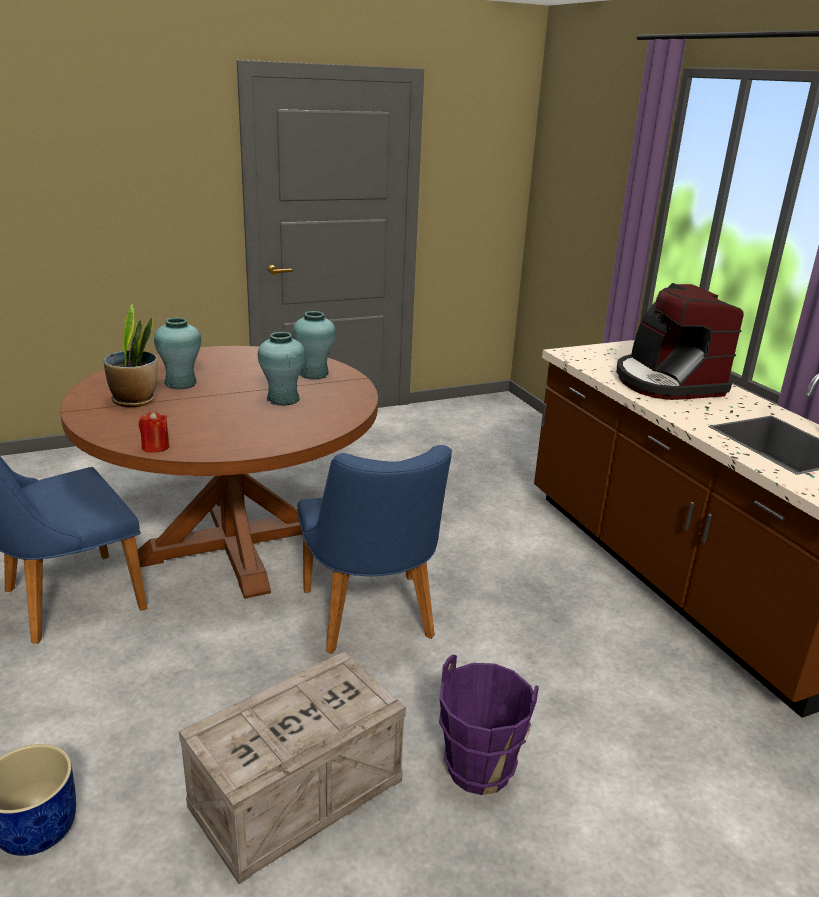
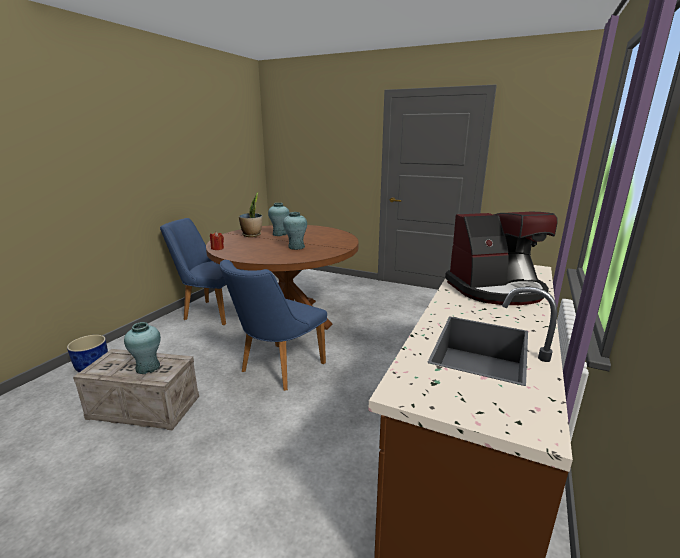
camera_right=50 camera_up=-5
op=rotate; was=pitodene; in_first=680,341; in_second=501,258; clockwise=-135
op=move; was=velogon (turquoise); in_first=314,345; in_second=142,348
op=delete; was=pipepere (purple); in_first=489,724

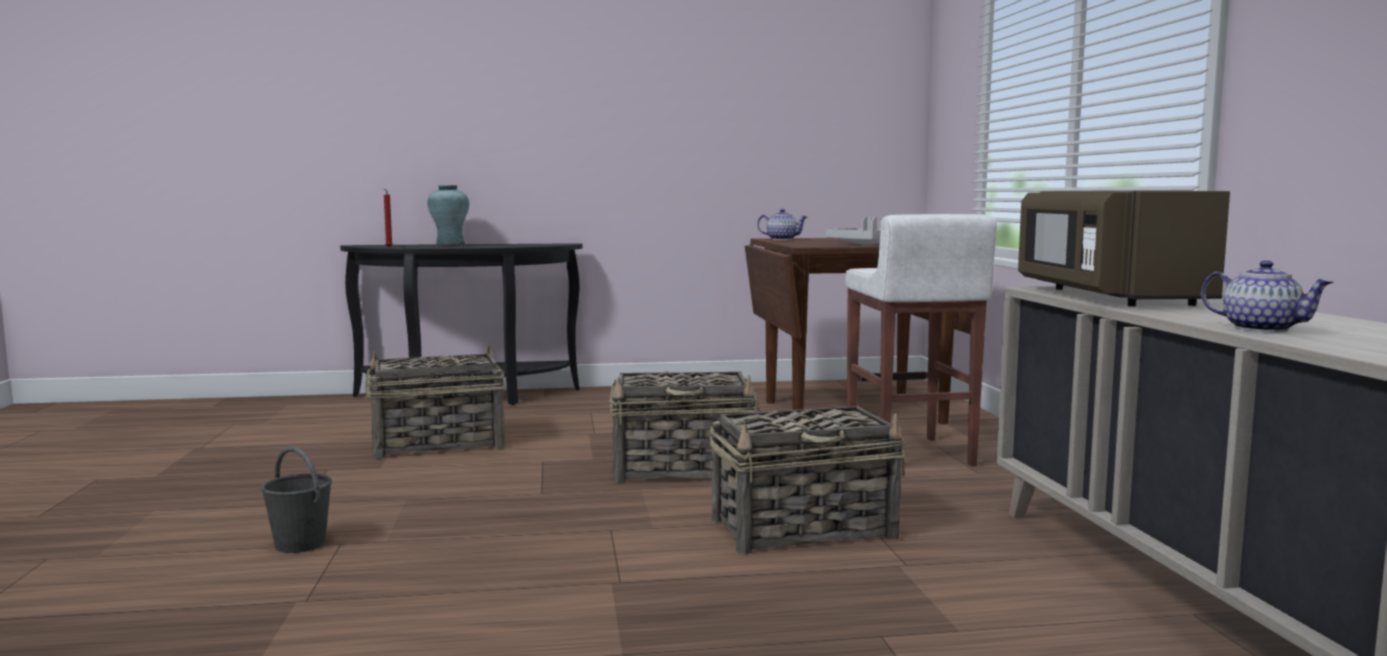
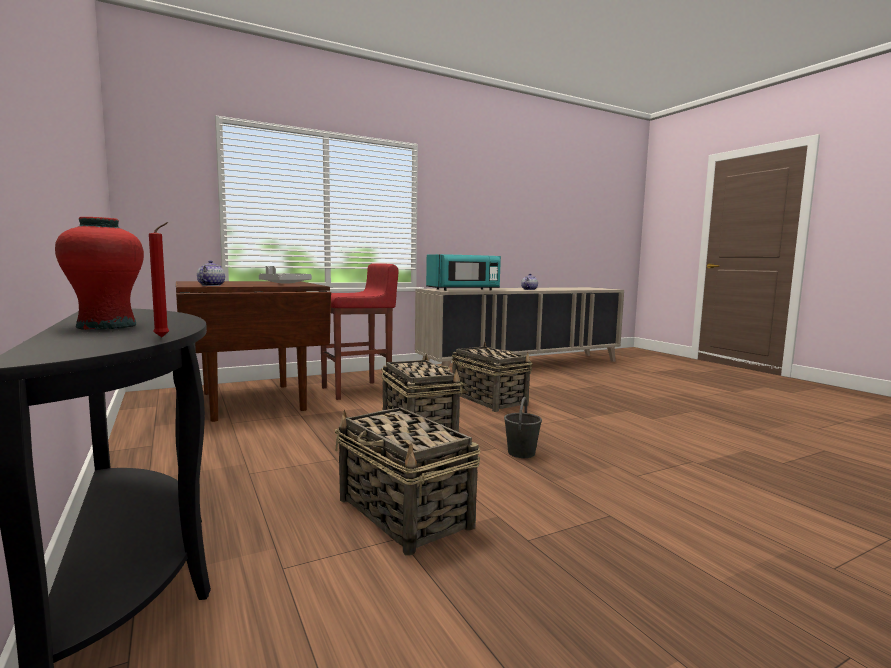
camera_right=-110 camera_up=0
op=recolor; was=velogon (turquoise); now=velogon (red); in_first=448,215; in_second=99,273
op=recolor; was=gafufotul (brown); now=gafufotul (turquoise); in_first=1124,248; in_second=463,272
op=recolor; was=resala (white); now=resala (red); in_first=921,340; in_second=359,331
op=move; was=pipepere (grey); in_first=296,499; in_second=523,427

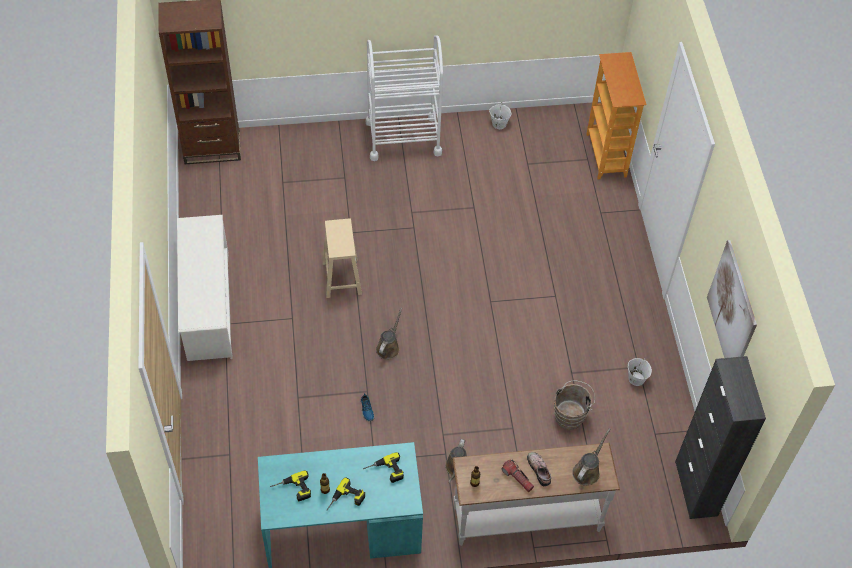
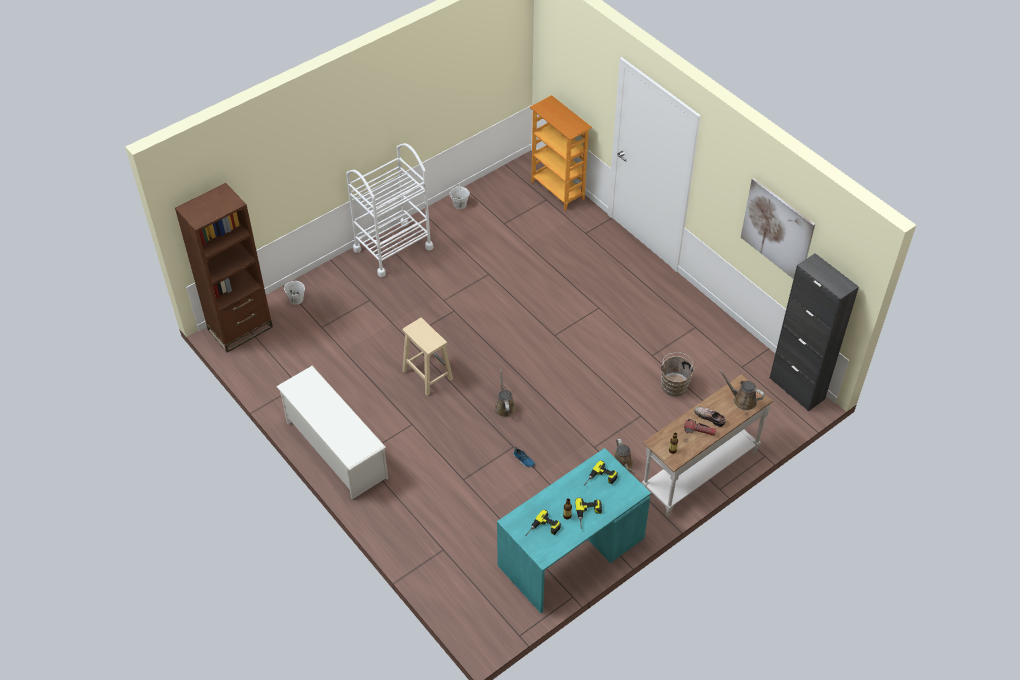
camera_right=-30 camera_up=-5
op=move; was=pipepere (white); in_first=640,372; in_second=294,291
op=rotate; was=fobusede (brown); in_first=591,457; in_second=742,390; clockwise=-60

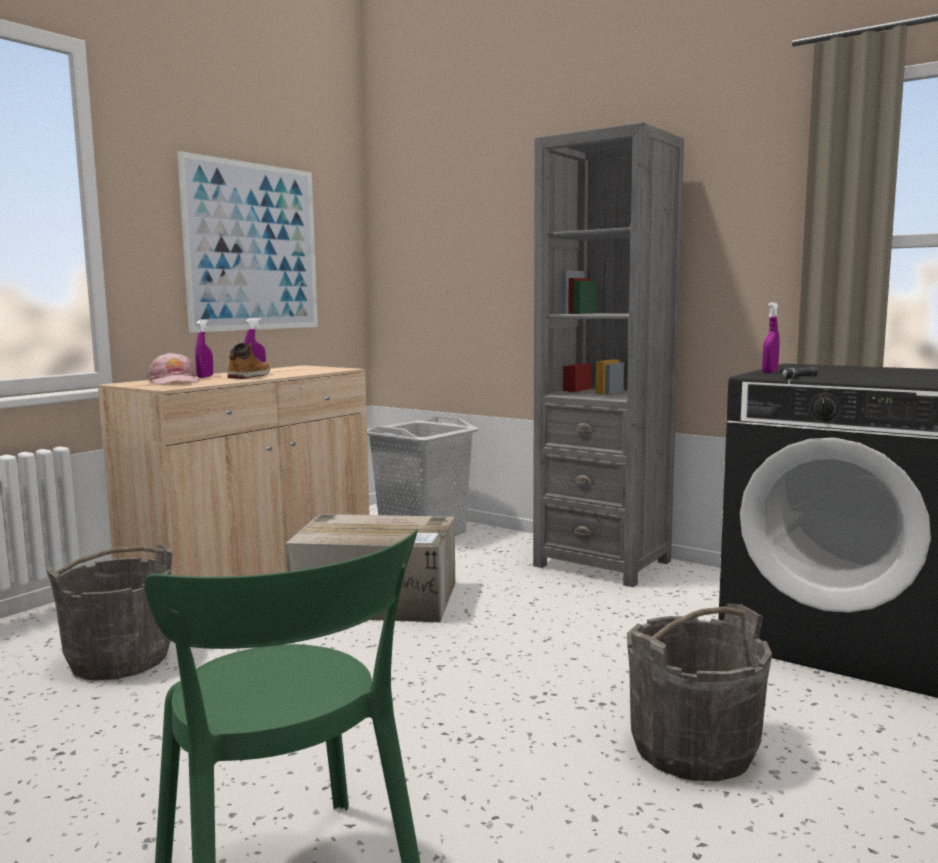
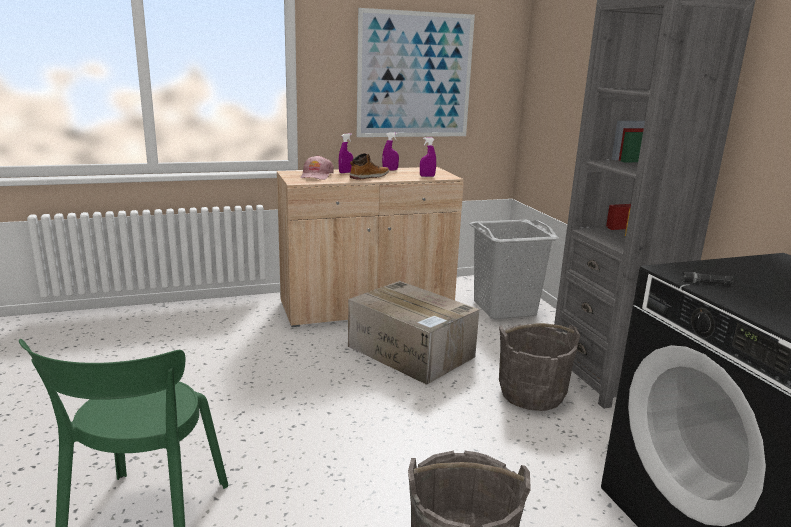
camera_right=35 camera_up=10
op=move; was=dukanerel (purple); in_first=770,337; in_second=428,157
op=move; was=pipepere (grey); in_first=109,612; in_second=539,367

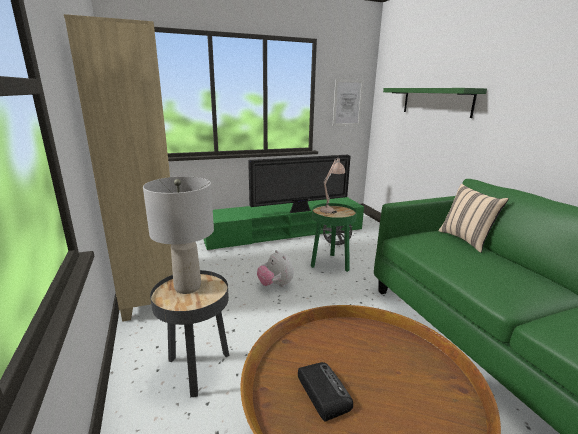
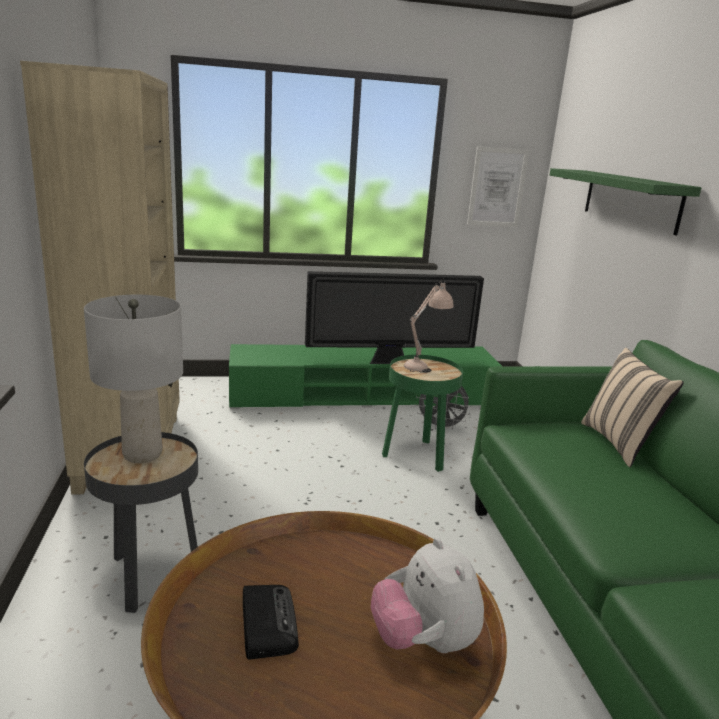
camera_right=10 camera_up=0
op=move; was=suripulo; in_first=275,268; in_second=427,595

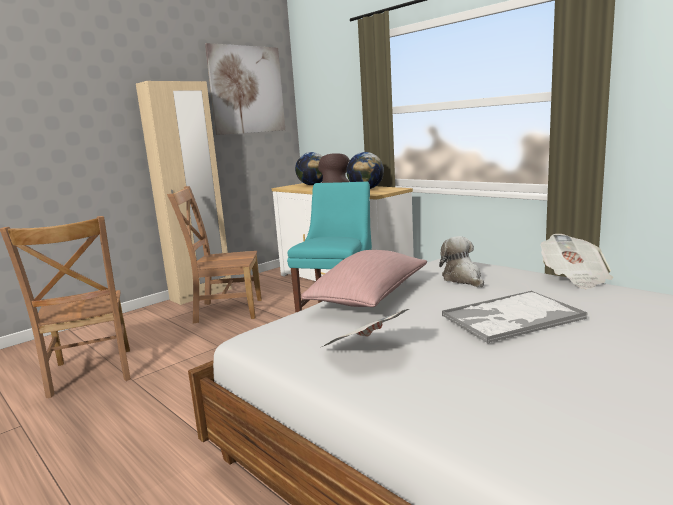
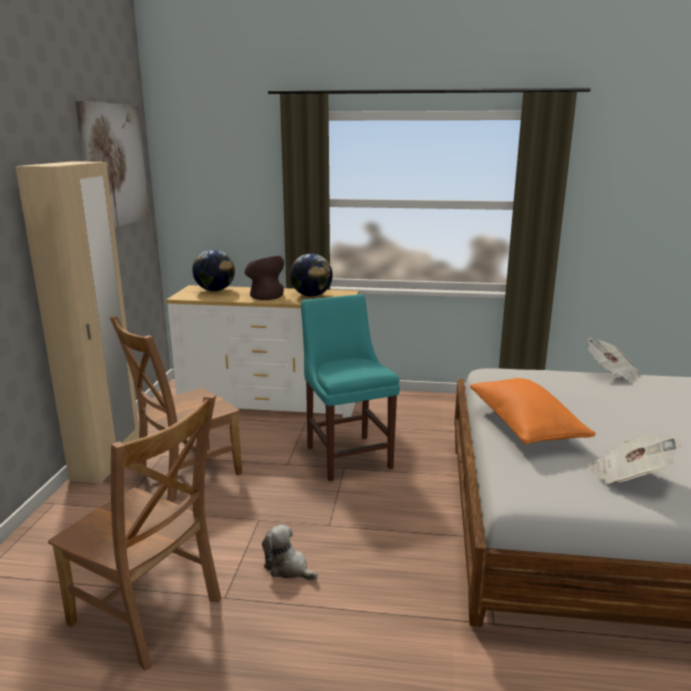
camera_right=-40 camera_up=5
op=move; was=suripulo; in_first=461,261; in_second=290,552
op=recolor; was=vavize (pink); now=vavize (orange); in_first=364,278; in_second=533,411
op=delete; was=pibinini; in_first=515,317

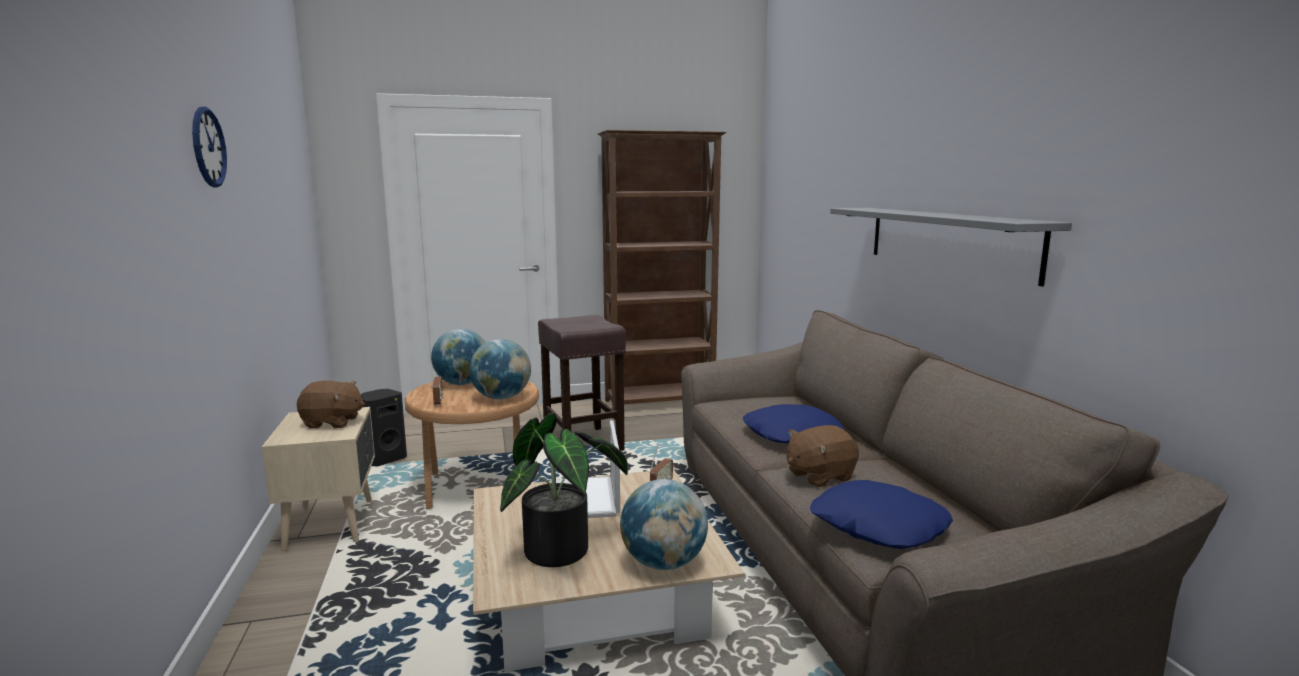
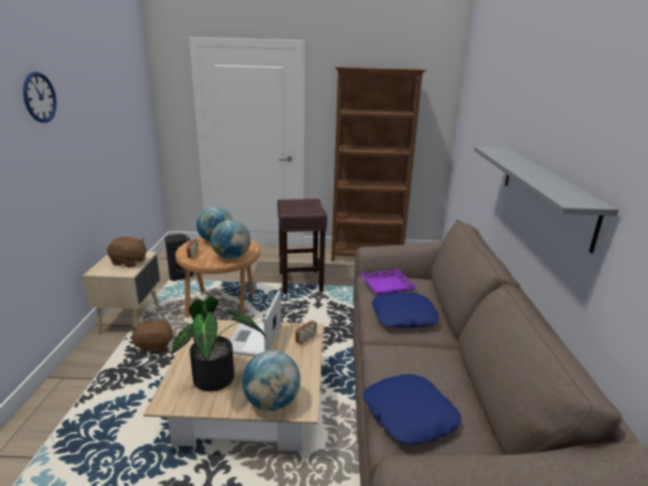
camera_right=15 camera_up=10
op=move; was=suripulo (brown); in_first=823,456; in_second=151,337
op=insert; now=pibinini (purple); in_second=388,282

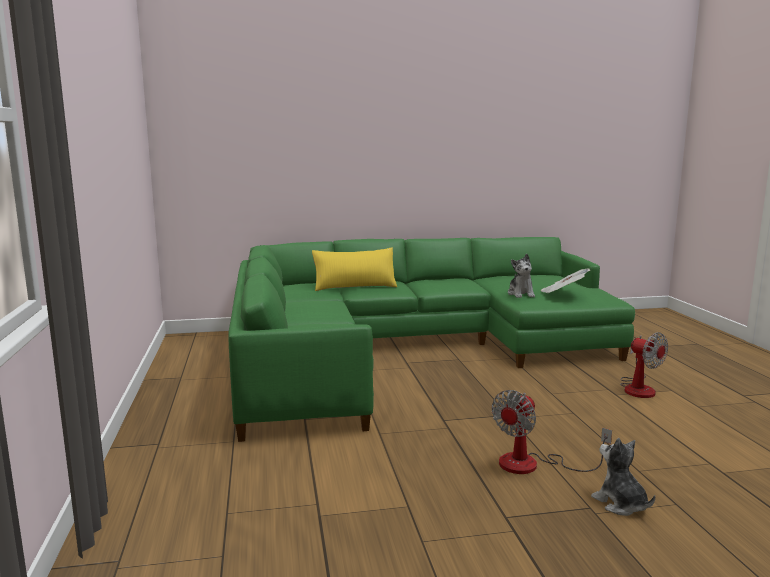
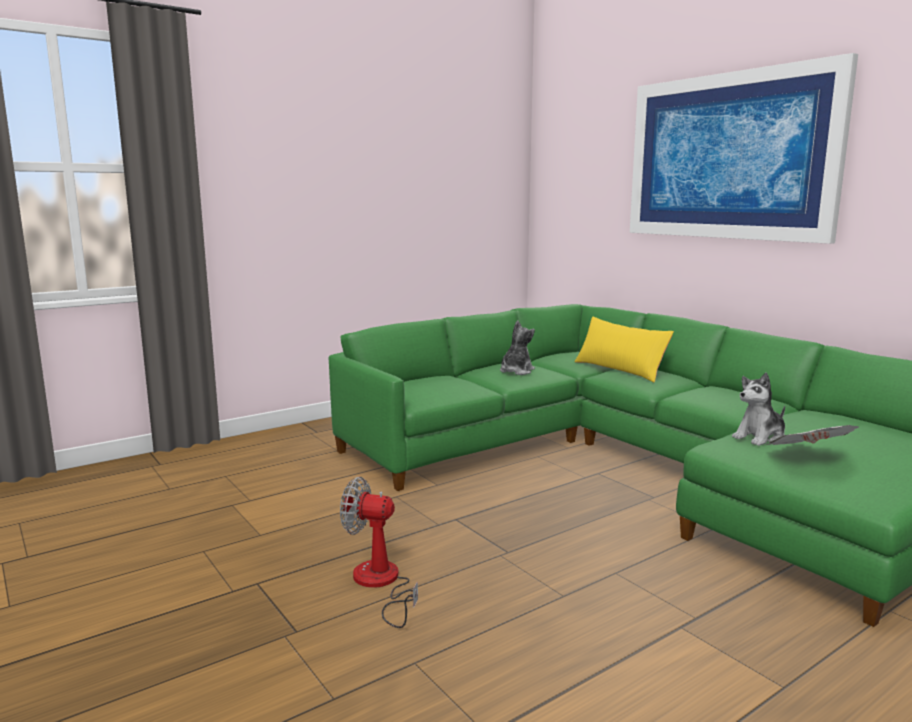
camera_right=65 camera_up=0
op=delete; was=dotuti; in_first=644,365
op=move; was=suripulo; in_first=623,477; in_second=517,347
op=insert; now=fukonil; in_second=744,148

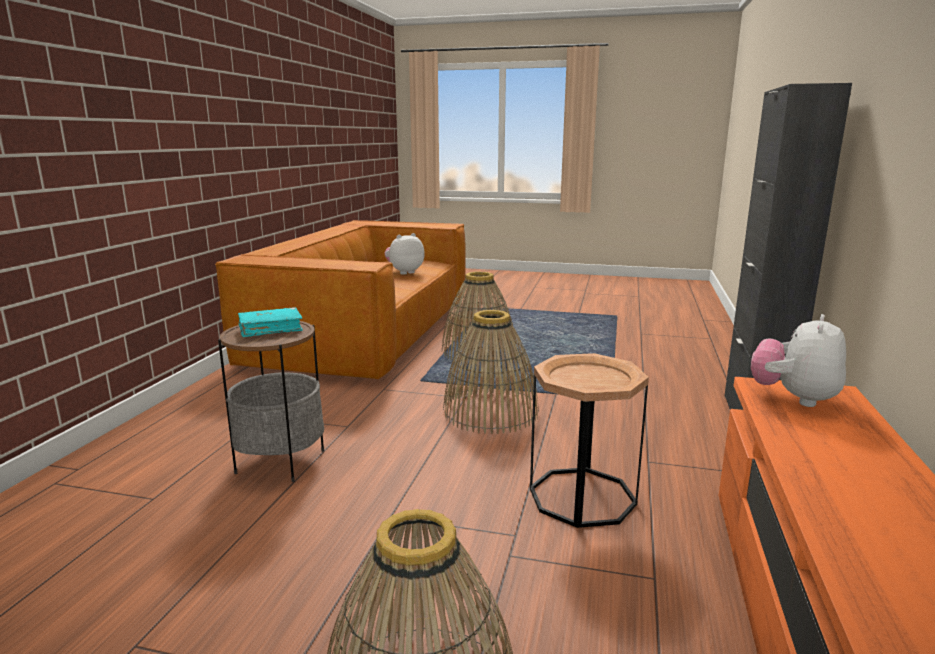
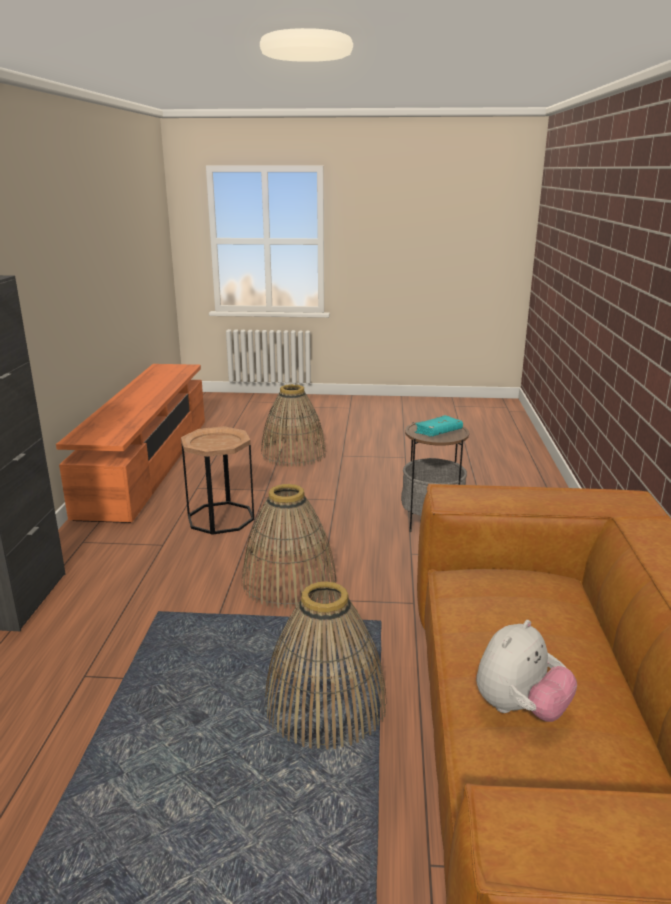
camera_right=170 camera_up=5
op=delete; was=suripulo; in_first=798,360

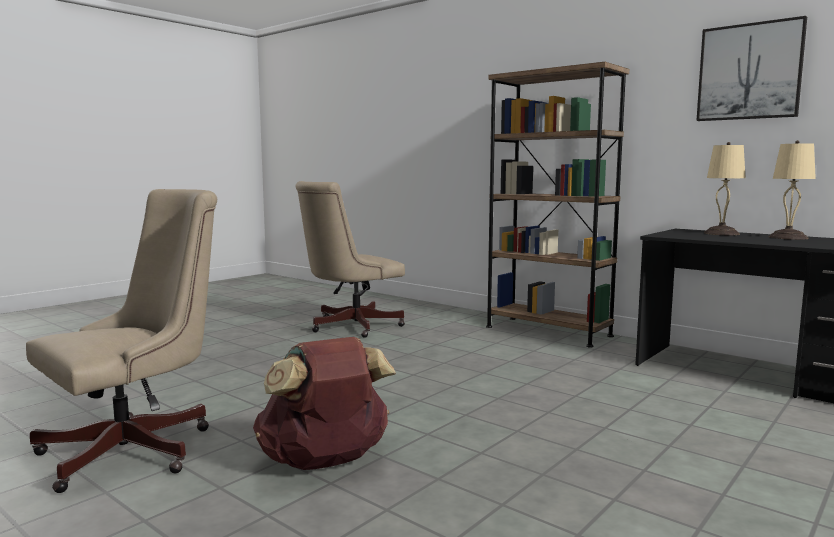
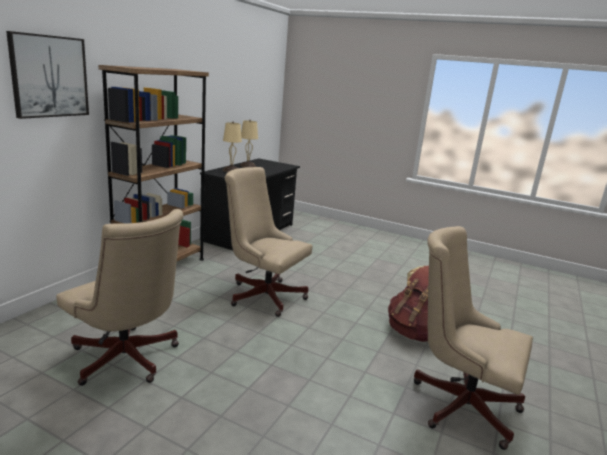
camera_right=-105 camera_up=10
op=move; was=fukonil; in_first=751,68; in_second=47,75
op=insert; now=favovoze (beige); in_second=269,242

